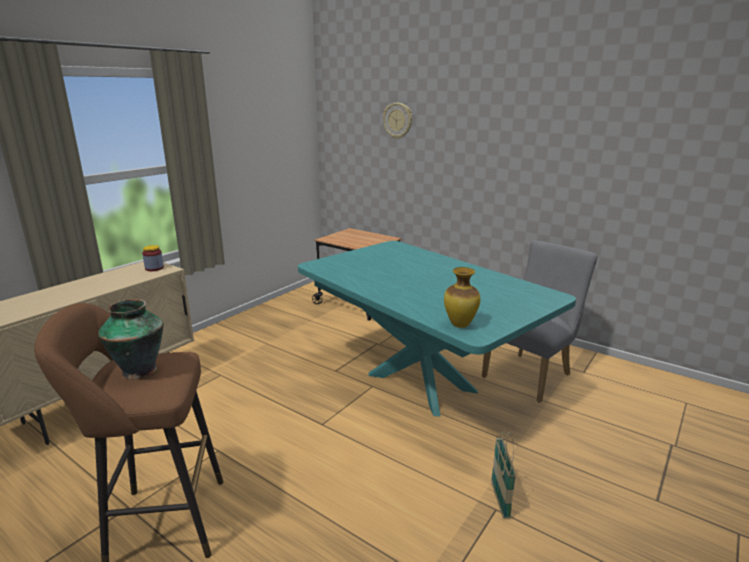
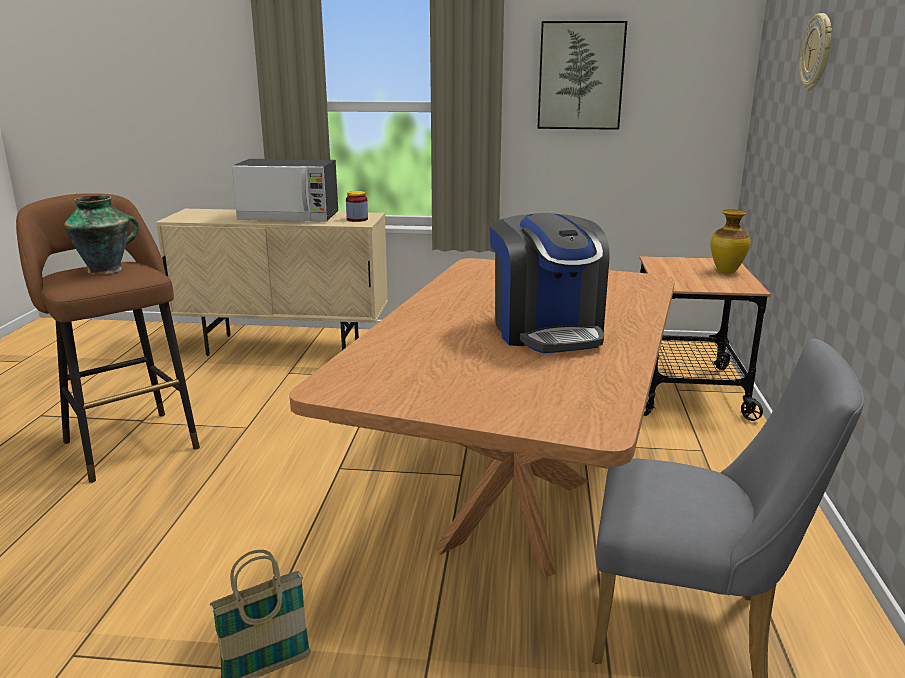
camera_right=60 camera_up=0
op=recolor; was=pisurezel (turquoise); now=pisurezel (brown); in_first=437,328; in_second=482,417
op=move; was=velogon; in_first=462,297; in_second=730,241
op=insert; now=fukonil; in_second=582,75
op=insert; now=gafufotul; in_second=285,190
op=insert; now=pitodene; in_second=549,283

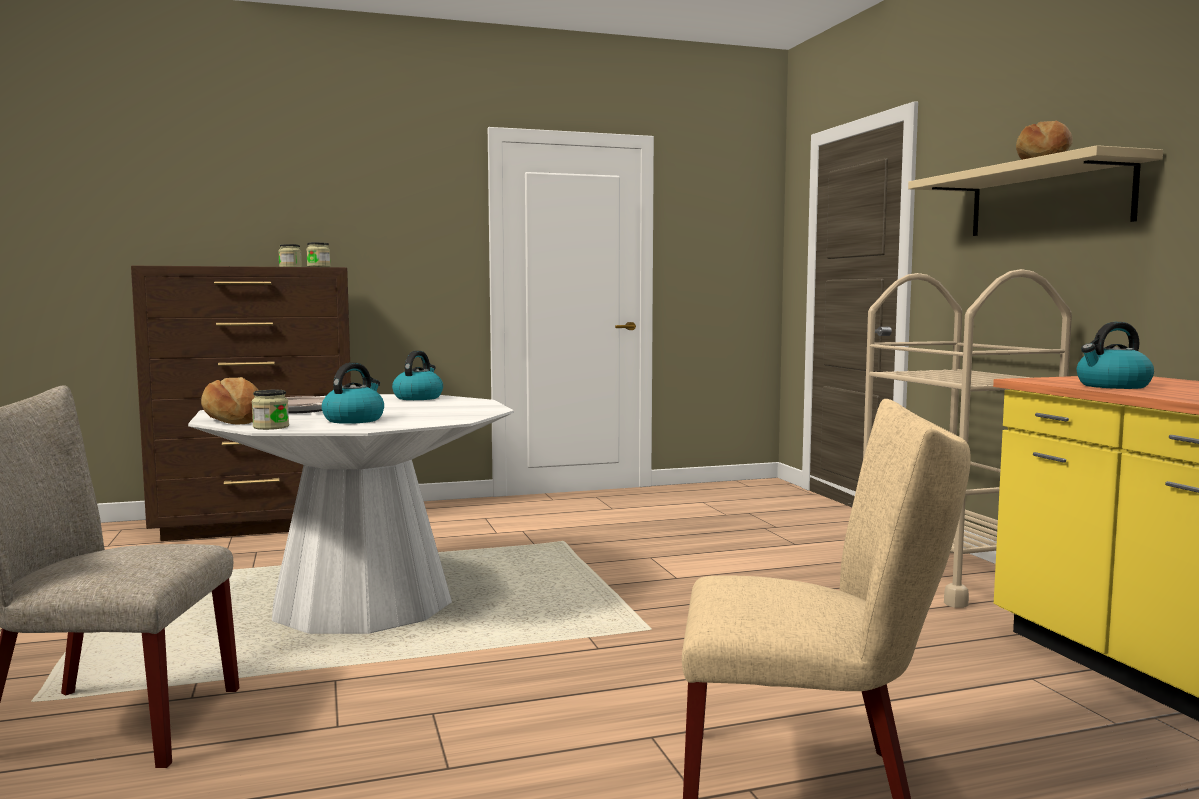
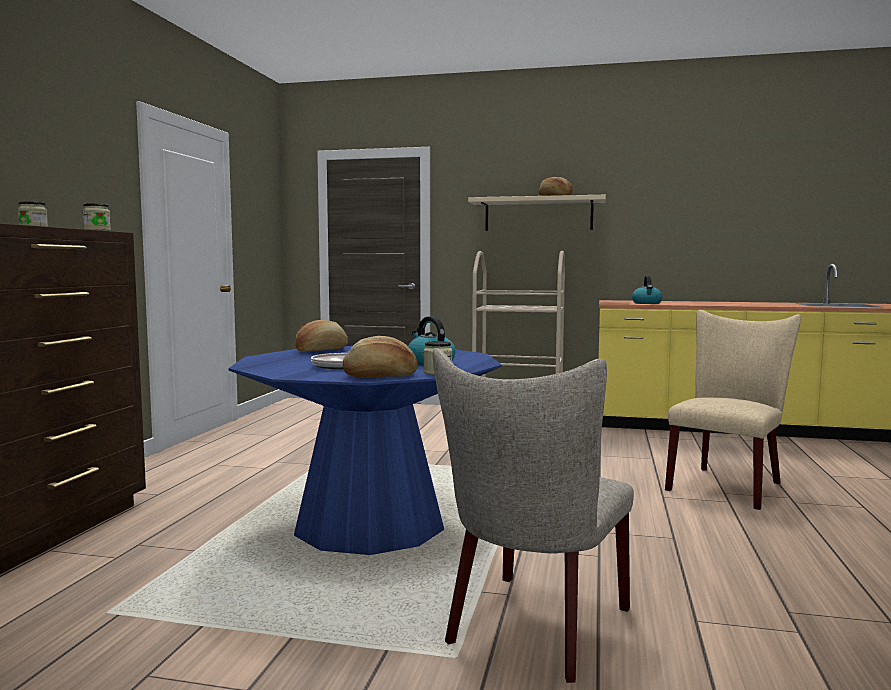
camera_right=-60 camera_up=0
op=replace; was=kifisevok; now=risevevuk; in_first=417,375; in_second=321,336
op=recolor; was=pisurezel (white); now=pisurezel (blue); in_first=351,514; in_second=365,450

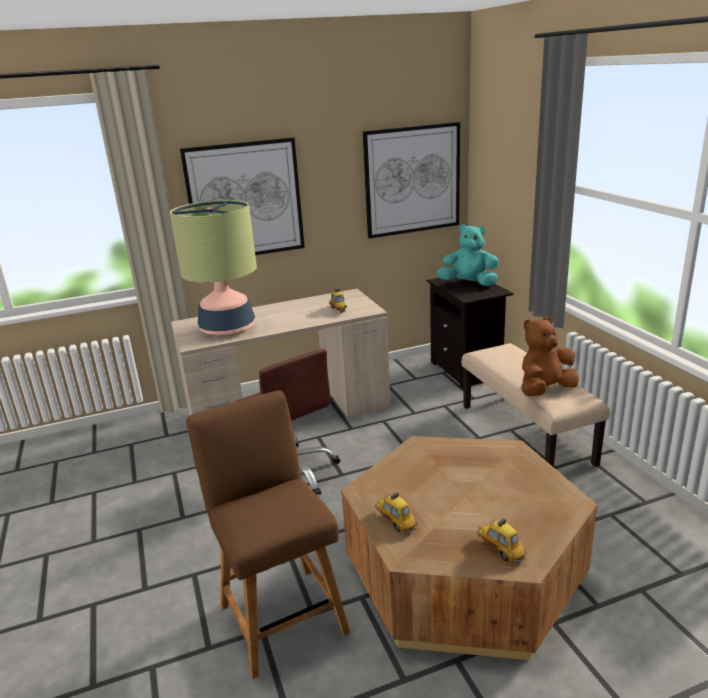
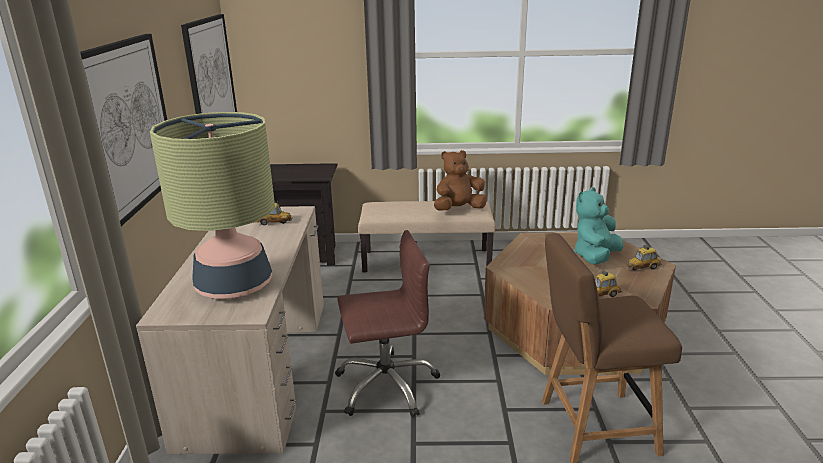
camera_right=-70 camera_up=0
op=move; was=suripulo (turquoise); in_first=468,255; in_second=598,226
op=rotate; was=suripulo (brown); in_first=550,356; in_second=460,180; clockwise=75

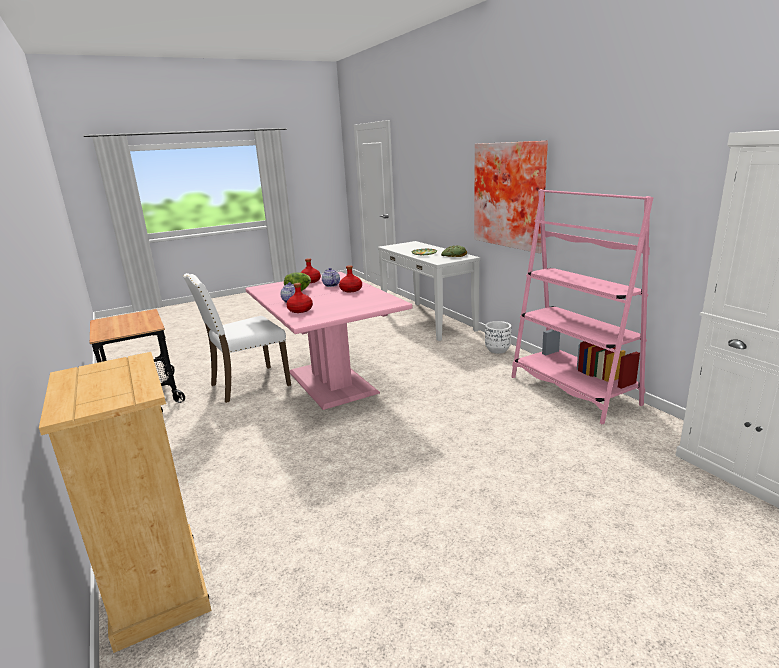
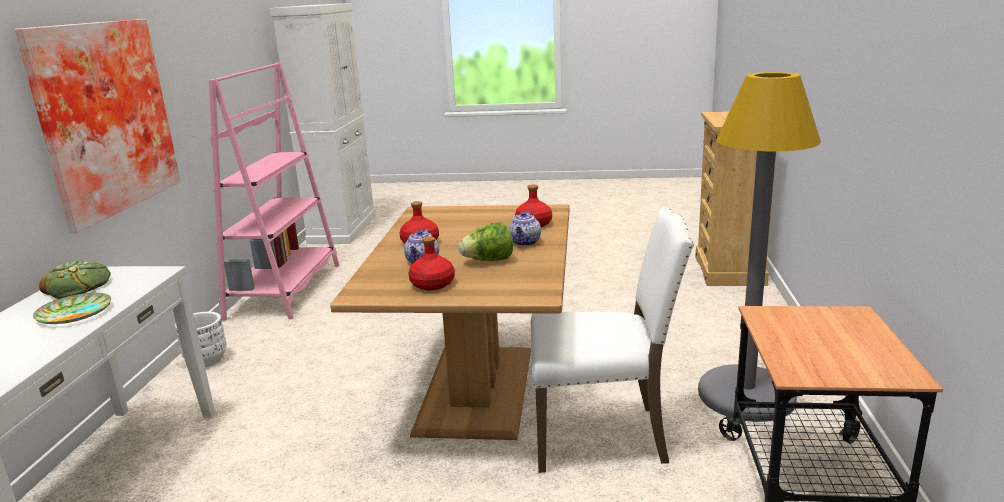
camera_right=-145 camera_up=0
op=recolor; was=pisurezel (pink); now=pisurezel (brown); in_first=329,341; in_second=450,322
op=insert; now=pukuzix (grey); in_second=759,247

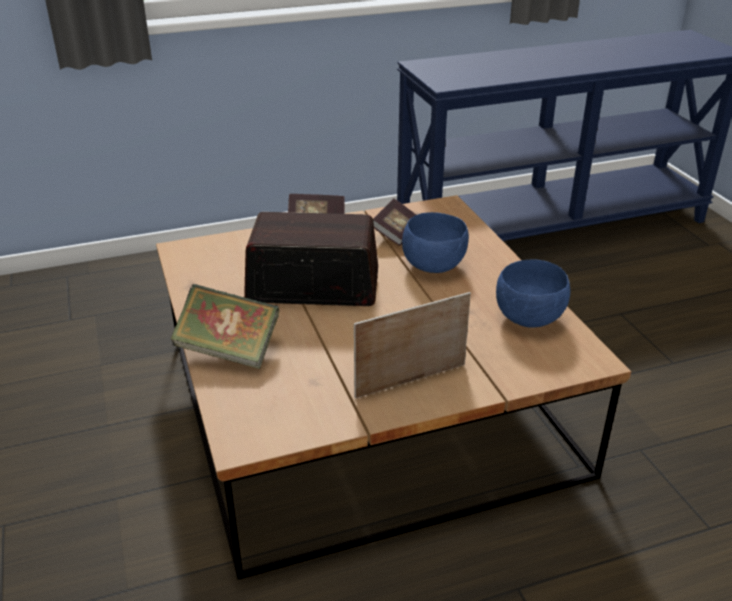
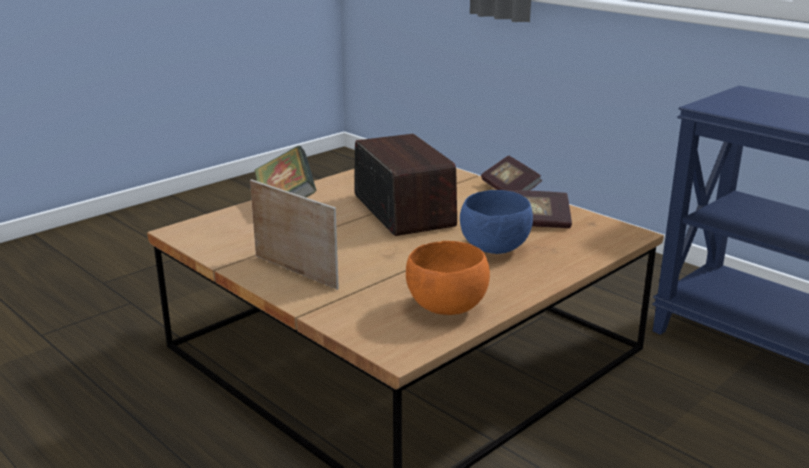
camera_right=65 camera_up=-10
op=recolor; was=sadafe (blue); now=sadafe (orange); in_first=533,293; in_second=448,278

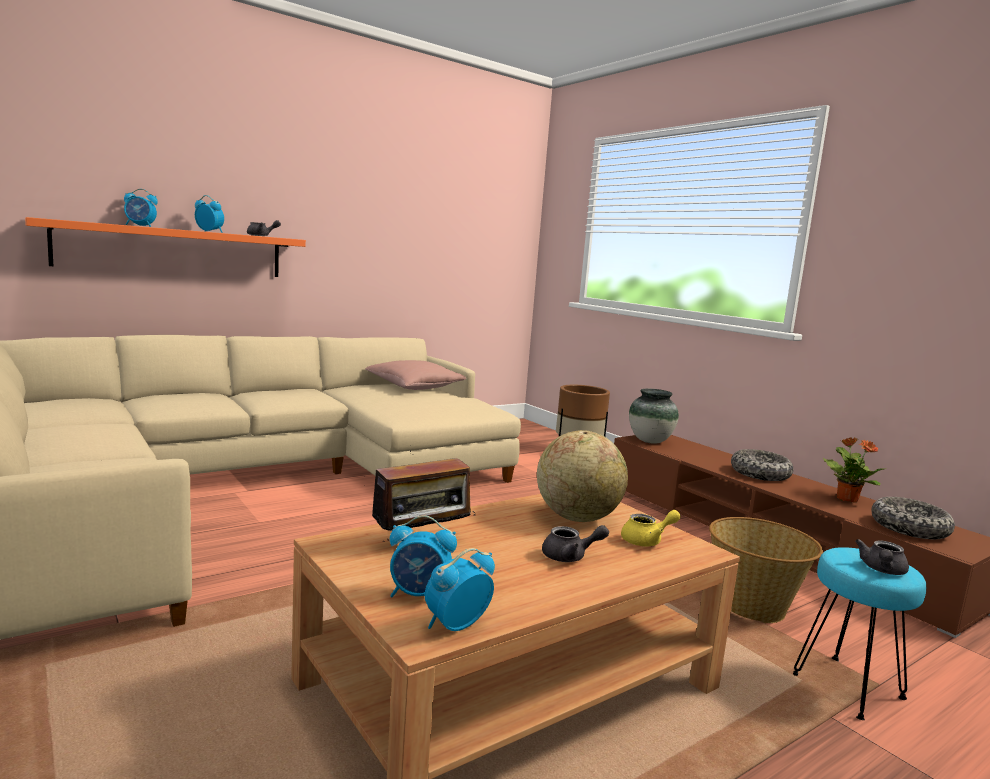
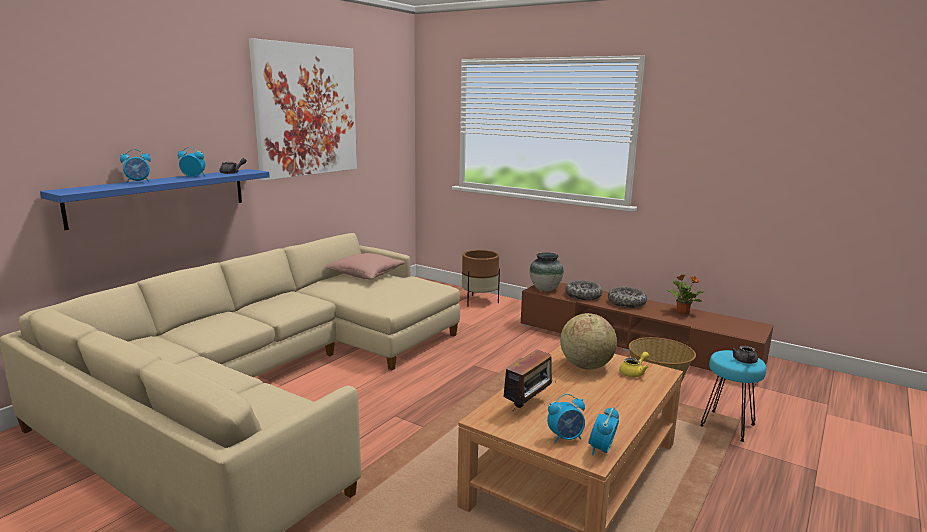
camera_right=-20 camera_up=5
op=recolor; was=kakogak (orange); now=kakogak (blue); in_first=165,247; in_second=155,199
op=move; was=sadafe; in_first=913,518; in_second=583,290
op=delete; was=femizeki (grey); in_first=575,543
op=insert; now=fukonil; in_second=303,109

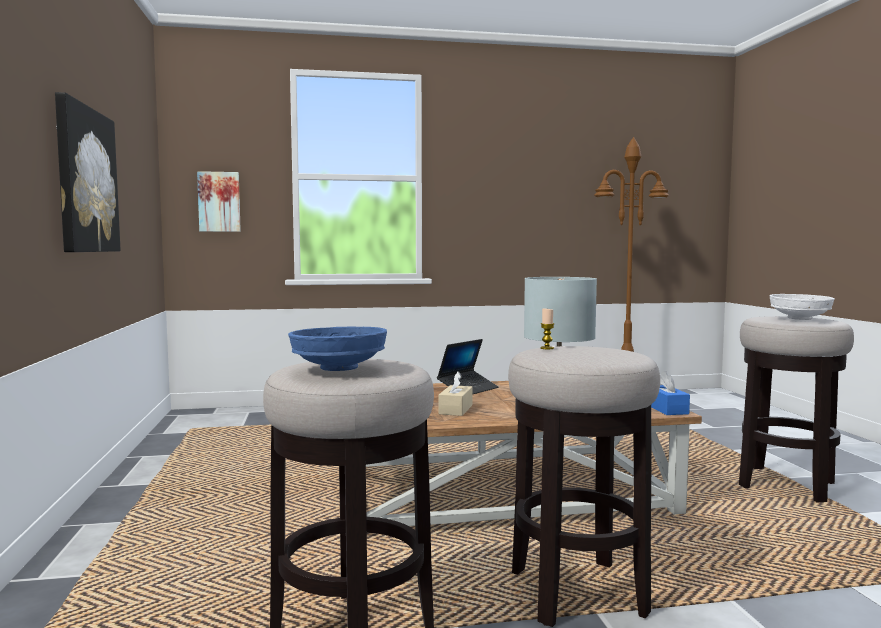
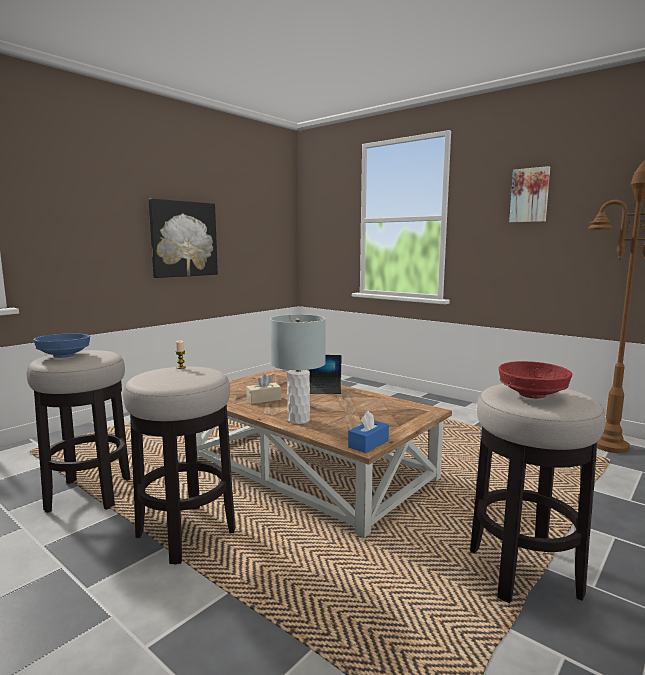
camera_right=50 camera_up=5
op=move; was=fukonil; in_first=219,201; in_second=529,194
op=recolor; was=sadafe (white); now=sadafe (red); in_first=802,307; in_second=535,379

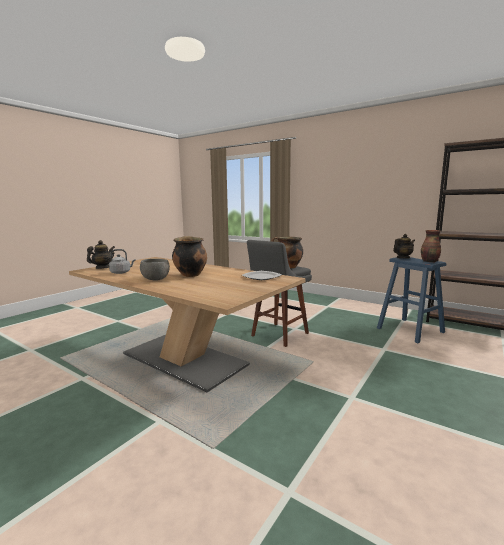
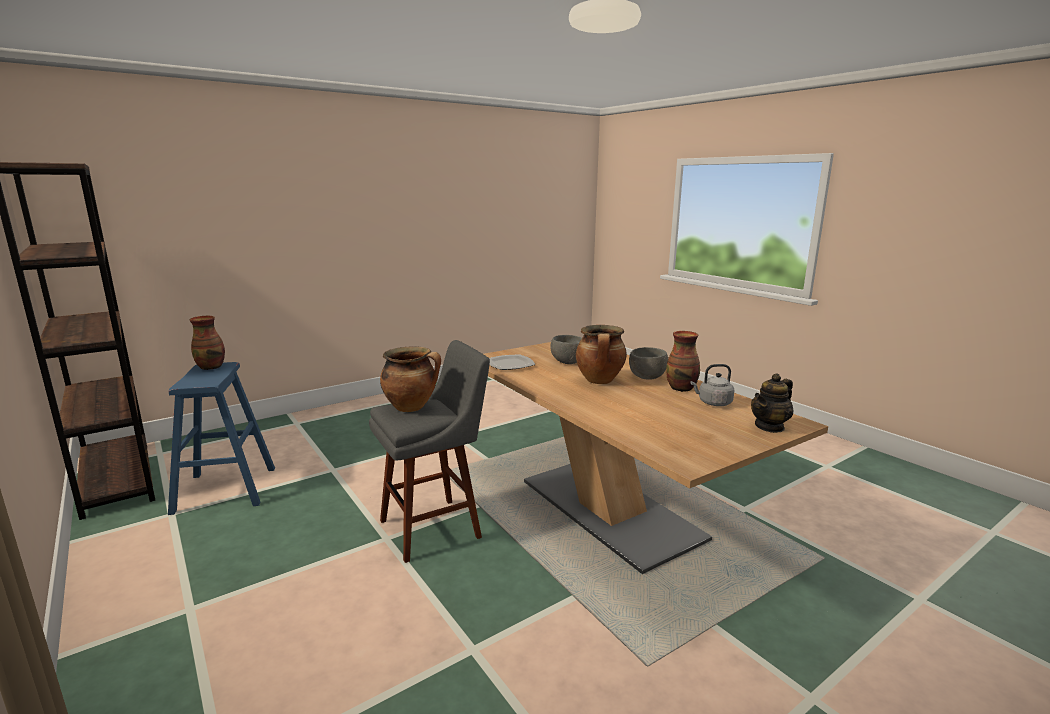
camera_right=-160 camera_up=5
op=delete; was=femizeki; in_first=404,246
op=insert; now=velogon; in_second=683,361
op=insert; now=sadafe (grey); in_second=566,349

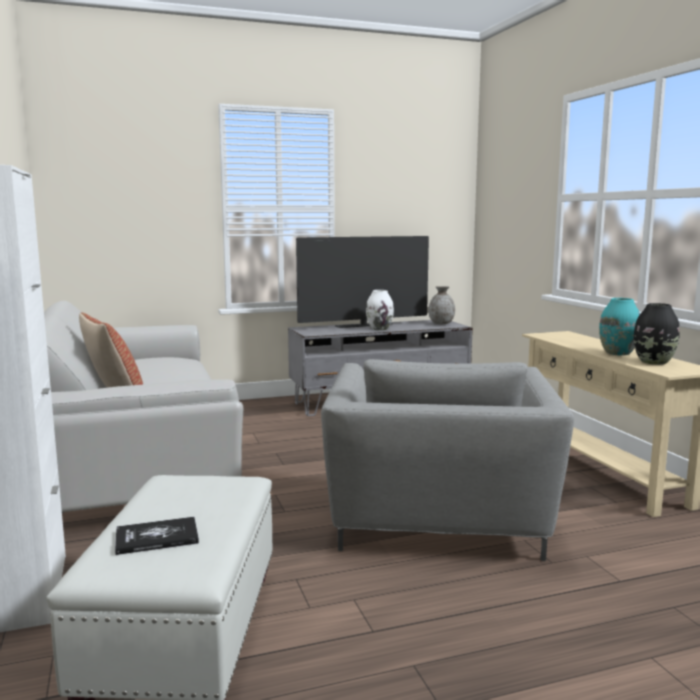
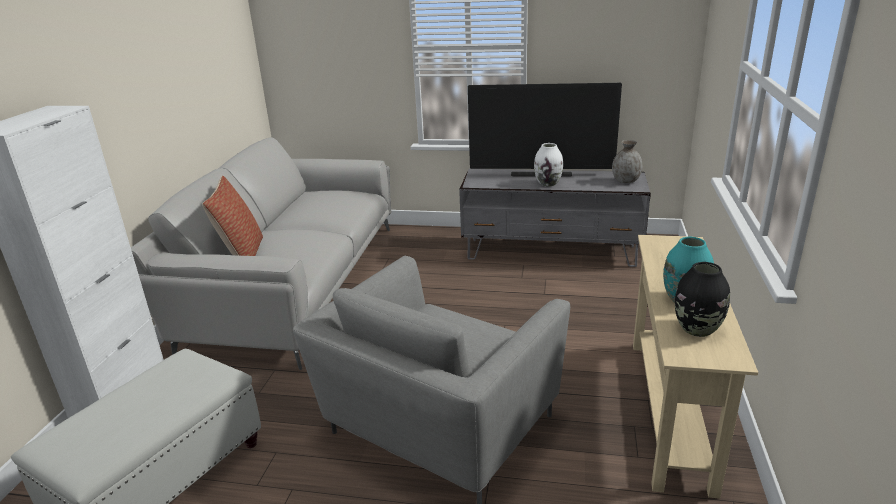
camera_right=30 camera_up=15
op=delete; was=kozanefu; in_first=157,536

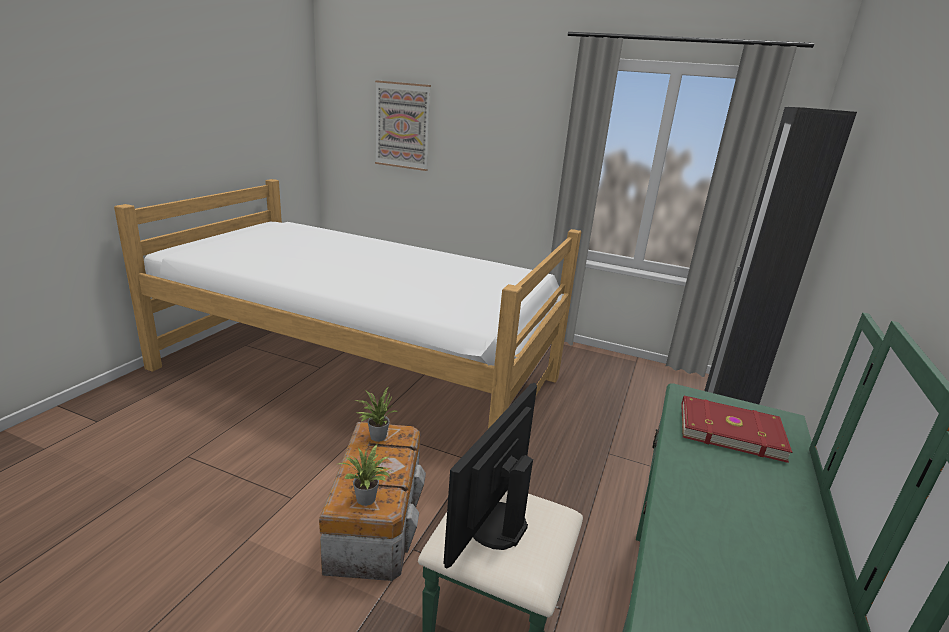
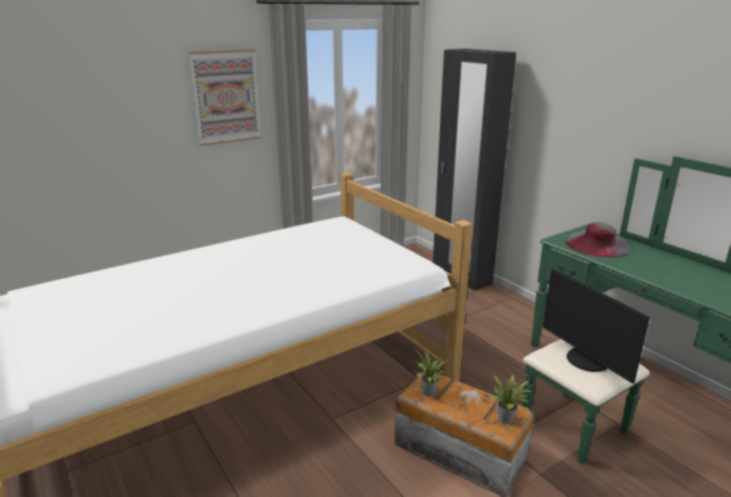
camera_right=-55 camera_up=0
op=move; was=fukonil; in_first=403,125; in_second=224,97
op=replace; was=kozanefu (red); now=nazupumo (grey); in_first=736,429; in_second=598,239

